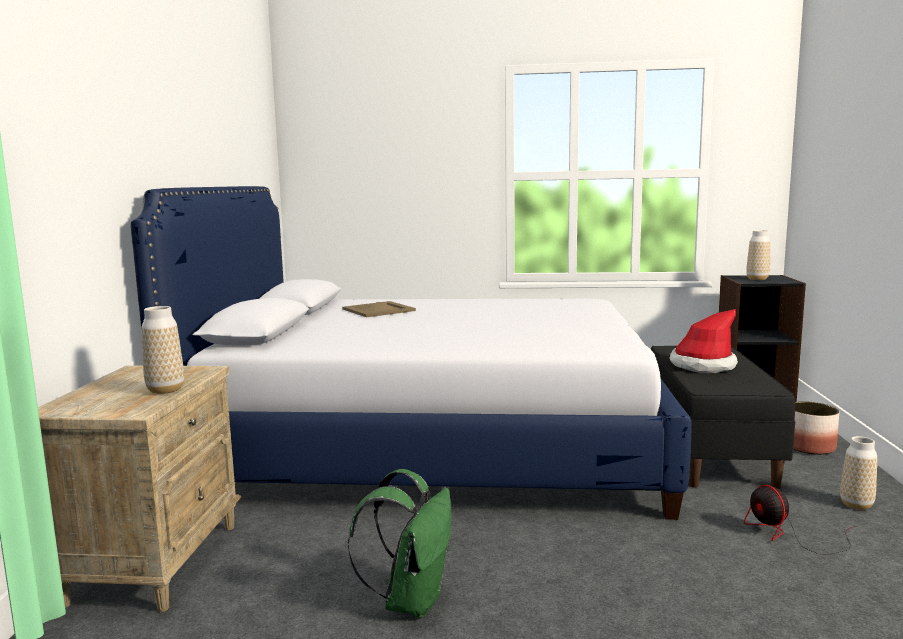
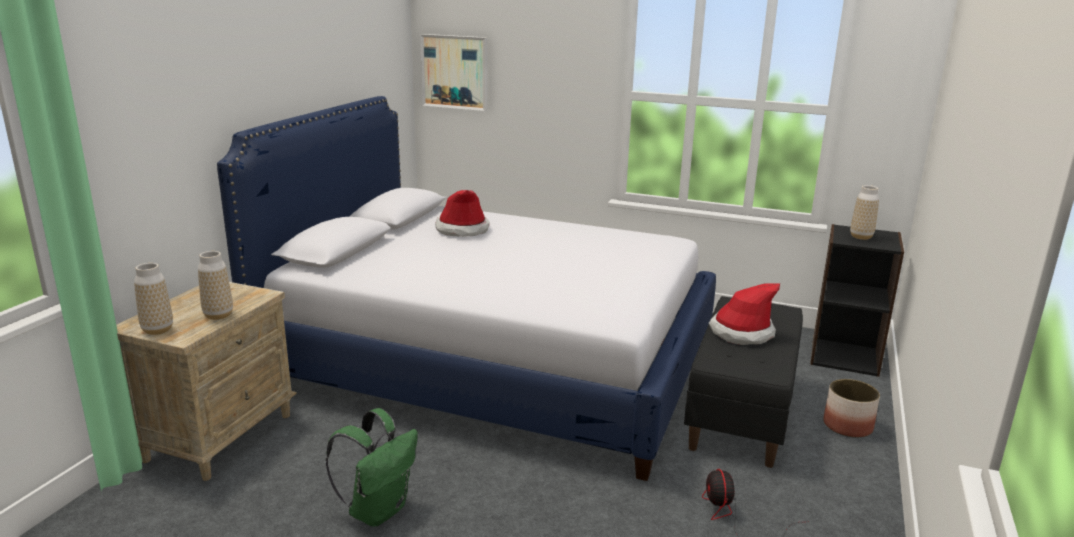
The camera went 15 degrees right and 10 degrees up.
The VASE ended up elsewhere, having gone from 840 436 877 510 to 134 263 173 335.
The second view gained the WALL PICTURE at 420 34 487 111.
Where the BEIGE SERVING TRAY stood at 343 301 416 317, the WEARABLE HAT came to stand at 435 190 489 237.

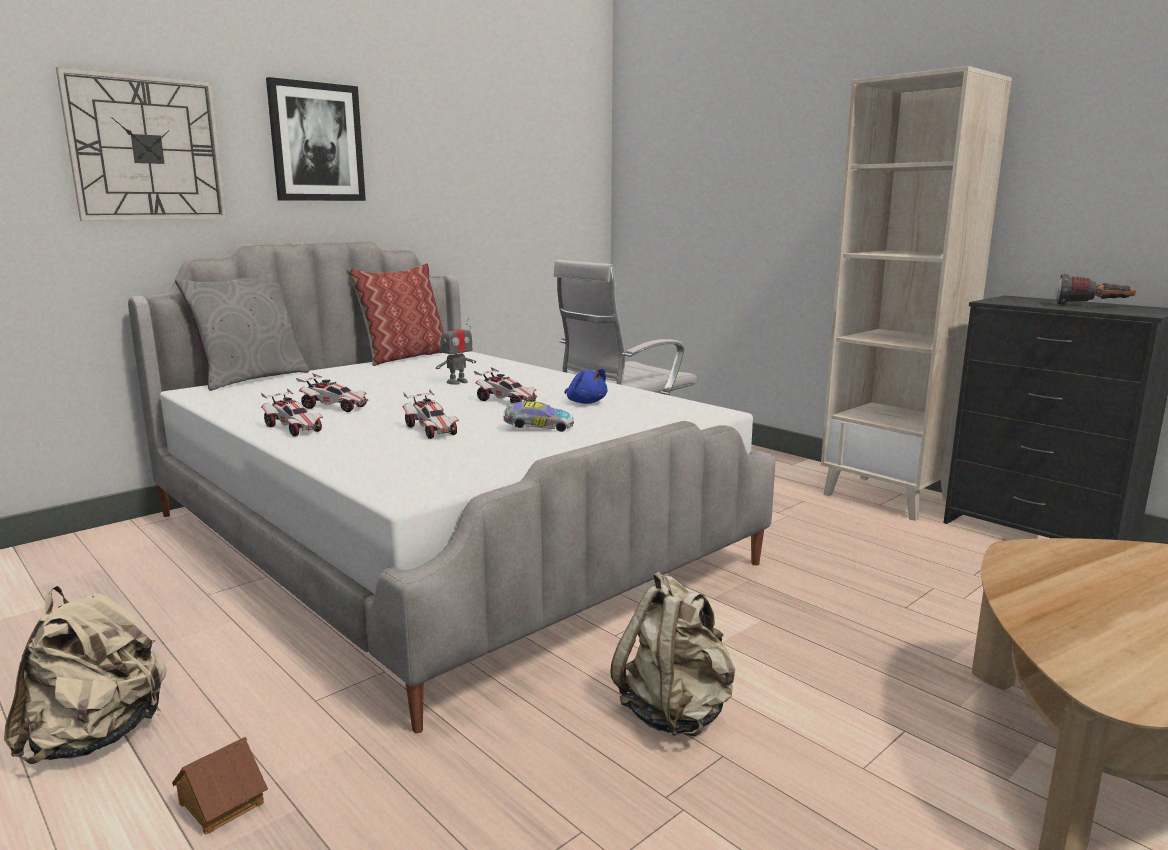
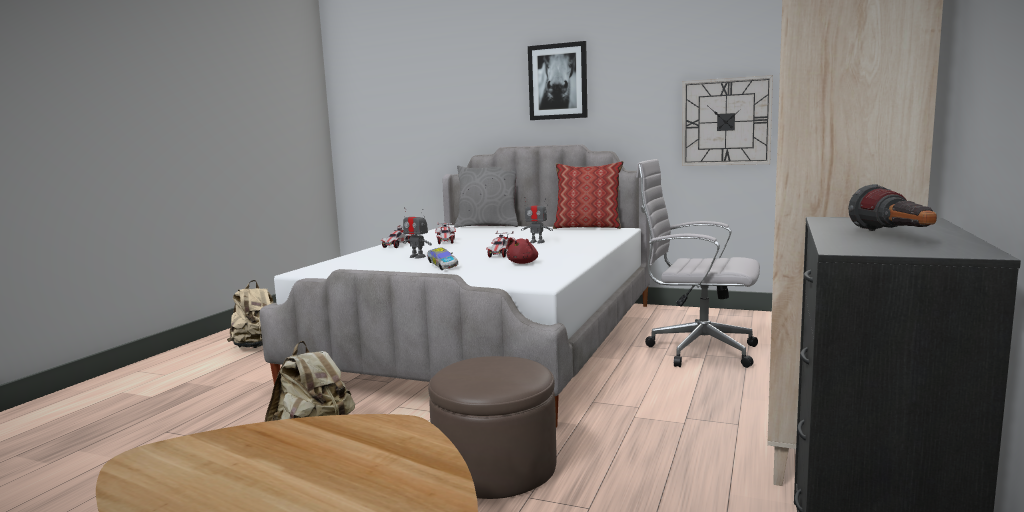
The camera went 65 degrees right and 5 degrees down.
Where the MINIATURE CAR stood at 402 389 459 439, the ROBOT FIGURE came to stand at 403 207 432 258.
The second view gained the BROWNISH FOOTREST at 428 356 557 499.
What was the BLUE-COLOURED PLUSH TOY at 565 368 608 404 turned into the RED PLUSH TOY at 507 237 538 264.
The CLOCK ON THE WALL ended up elsewhere, having gone from 56 67 227 221 to 682 75 773 166.
The second view lost the MINIATURE HOUSE at 172 737 268 835.

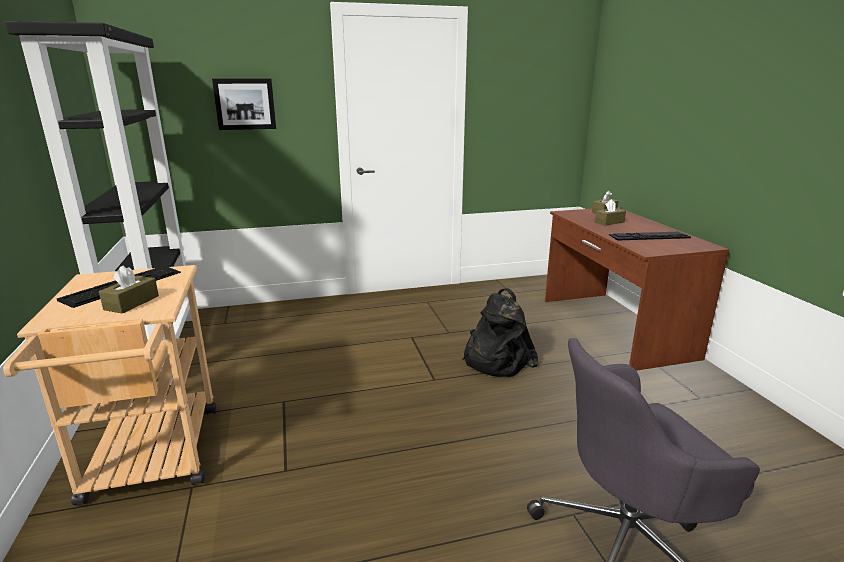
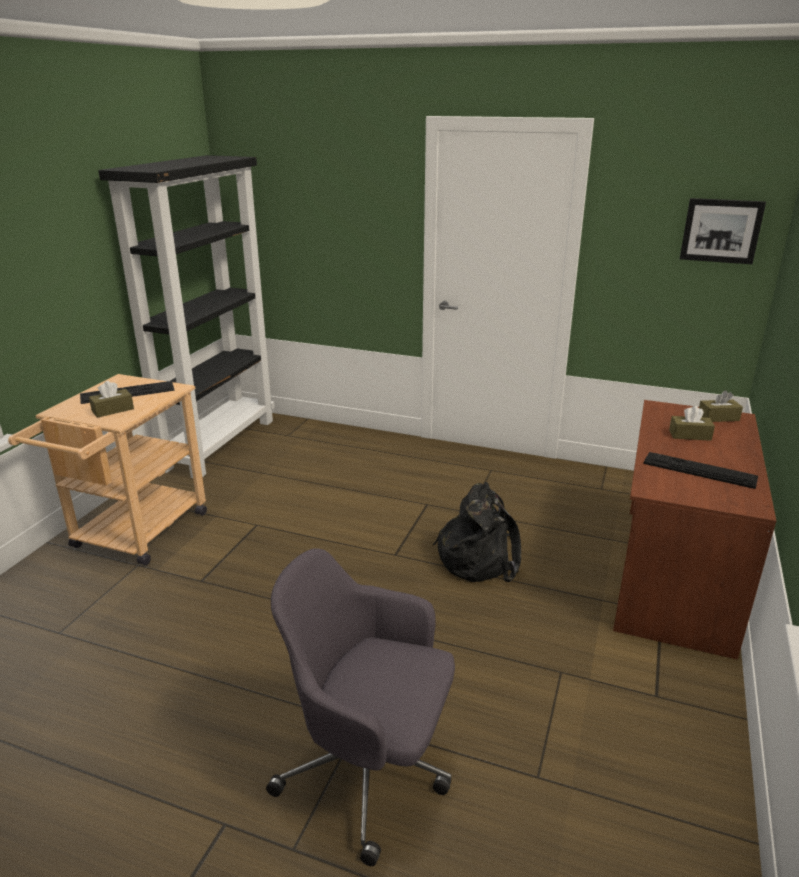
The camera went 35 degrees right and 5 degrees up.
The WALL PICTURE ended up elsewhere, having gone from 212 78 276 130 to 680 198 766 264.

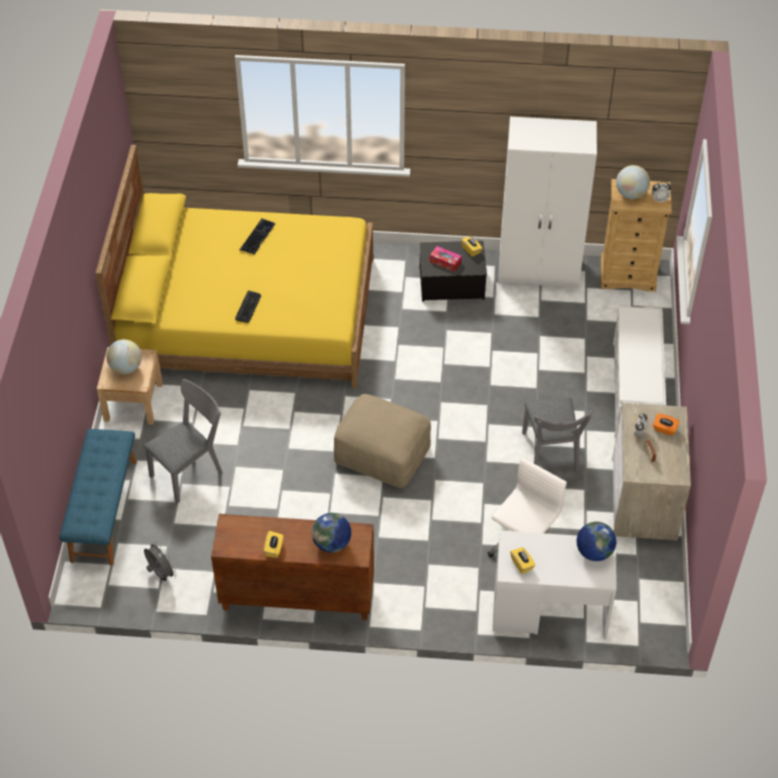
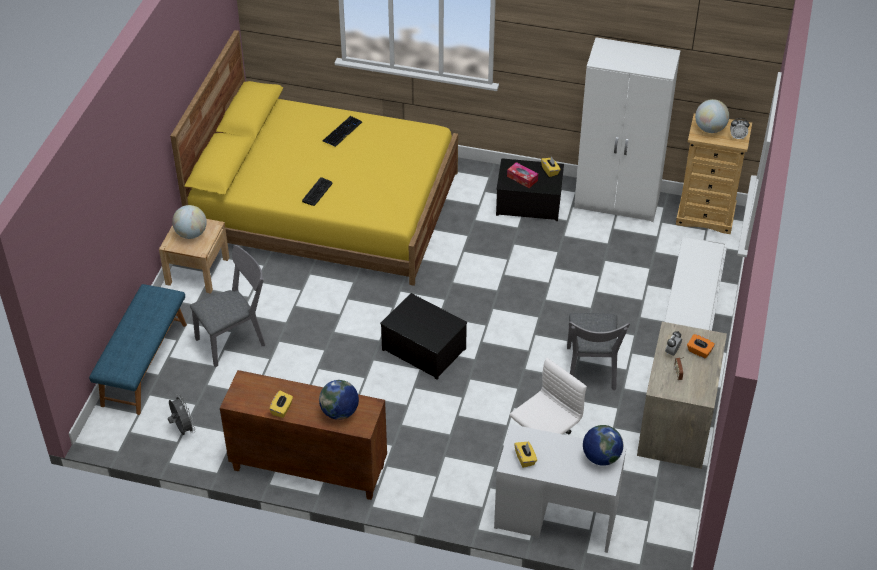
The camera went 10 degrees right and 5 degrees down.
Where the BEIGE FOOTREST stood at 334 394 431 488, the STORAGE BOX came to stand at 380 293 468 380.

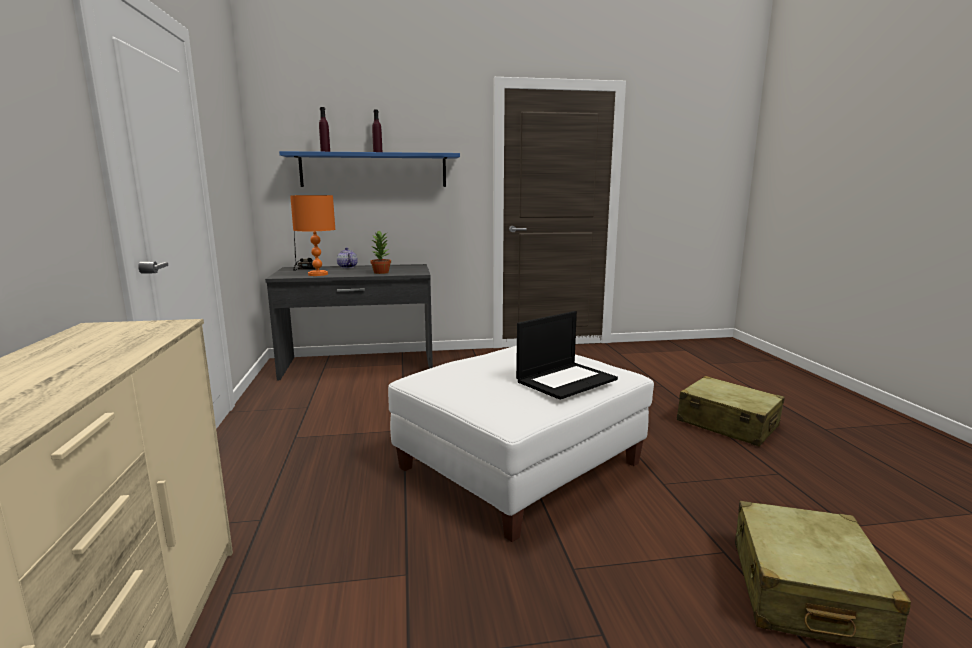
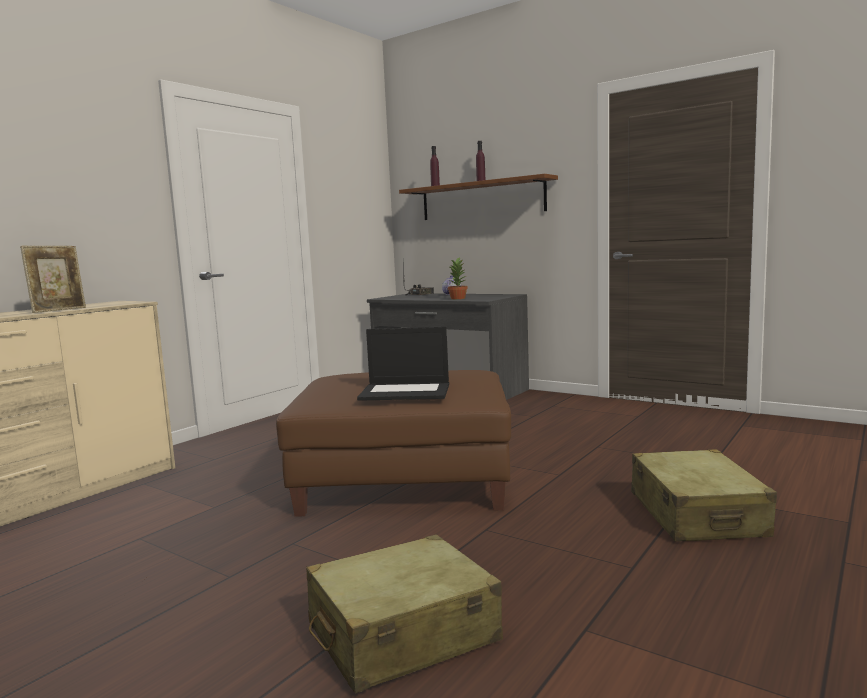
The camera went 45 degrees right and 5 degrees down.
The second view gained the STANDING FRAME at 20 246 86 313.
What was the WHITE-COLOURED FOOTREST at 388 346 654 542 turned into the BROWNISH FOOTREST at 276 370 511 517.
What was the BLUE-COLOURED BRACKET SHELF at 279 151 460 187 turned into the BROWNISH BRACKET SHELF at 399 174 558 220.
The second view lost the ORANGE LAMP FOR A TABLE at 290 195 335 276.

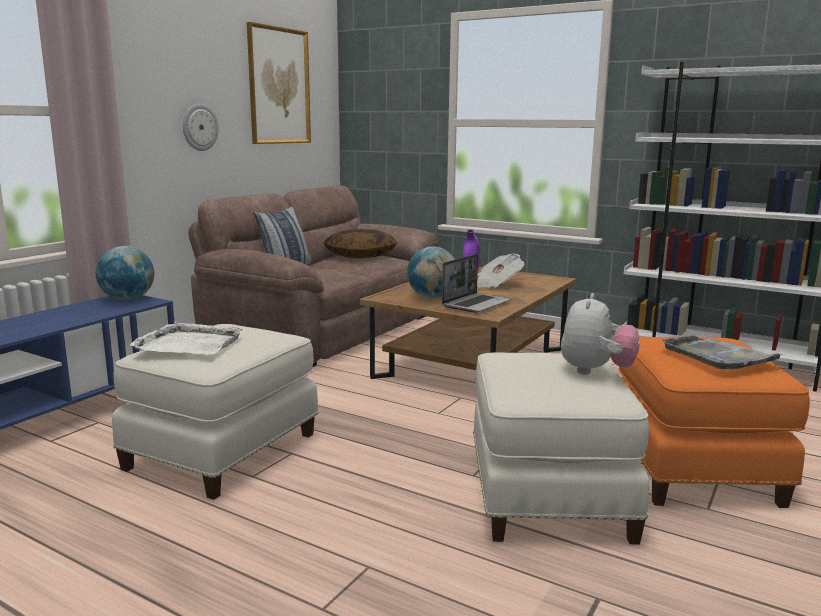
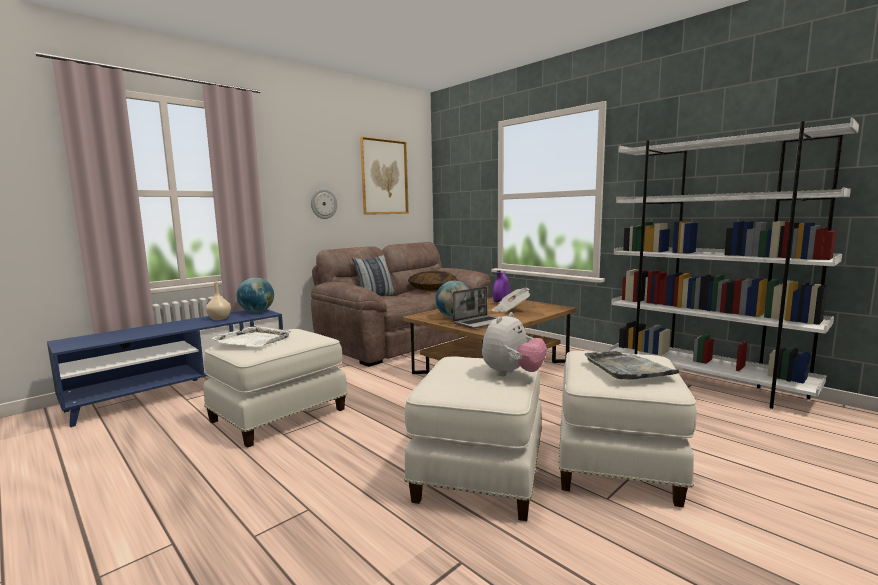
The camera went 15 degrees right and 5 degrees down.
The second view gained the BEIGE VASE at 206 282 231 320.
What was the ORANGE FOOTREST at 618 337 810 508 turned into the WHITE-COLOURED FOOTREST at 559 351 697 507.

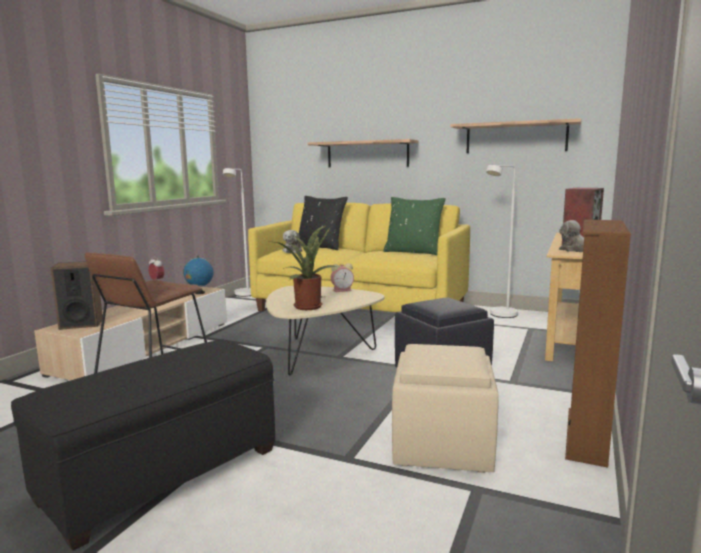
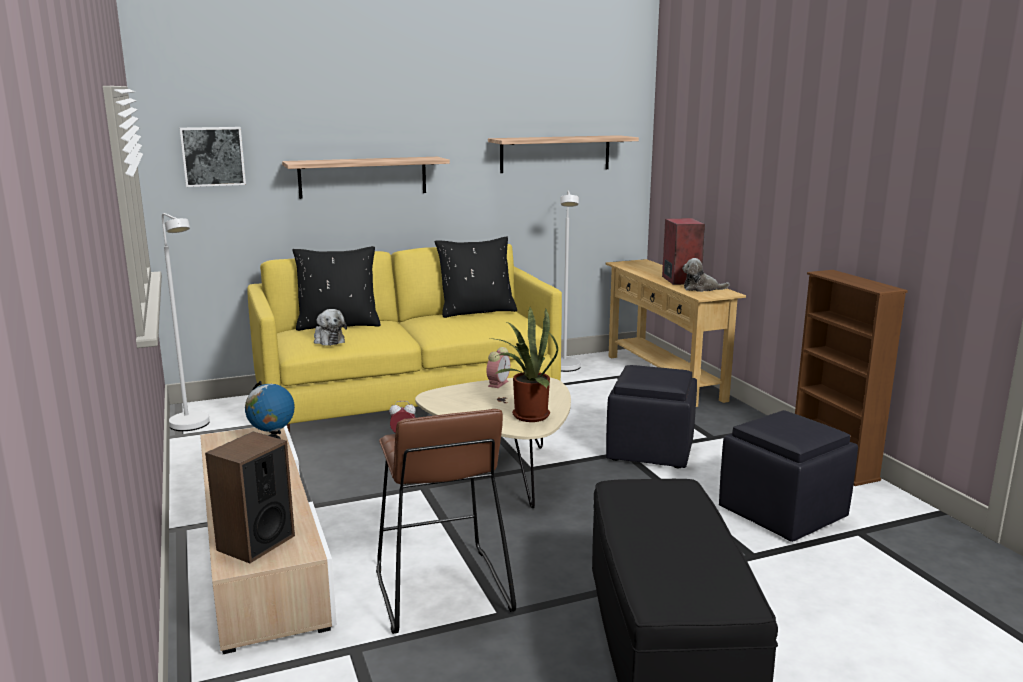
The camera went 45 degrees left and 5 degrees up.
The second view gained the WALL PICTURE at 180 127 246 187.
What was the GREEN CUSHION at 383 197 446 255 turned into the BLACK-COLOURED CUSHION at 435 236 517 318.
What was the BEIGE FOOTREST at 392 344 499 473 turned into the BLACK-COLOURED FOOTREST at 719 410 858 542.

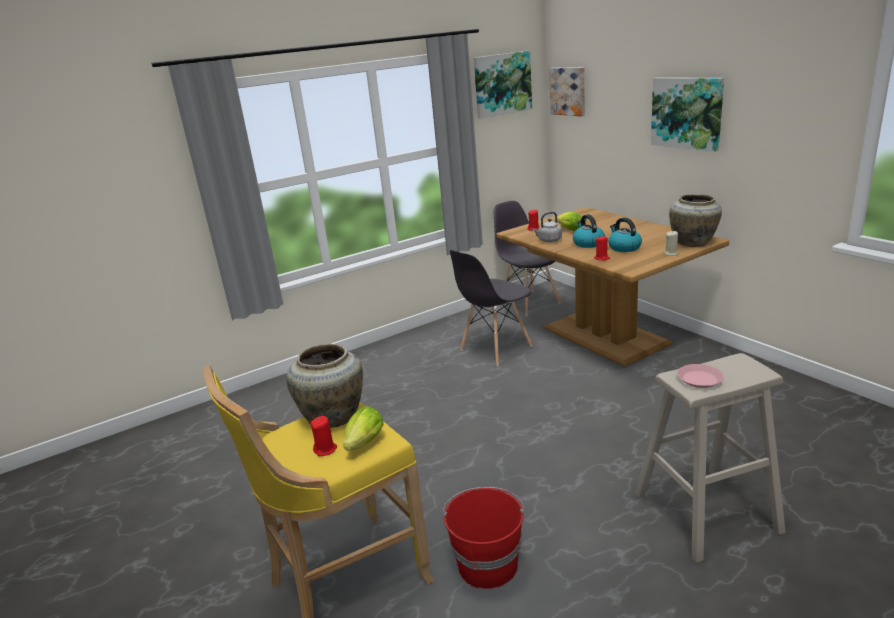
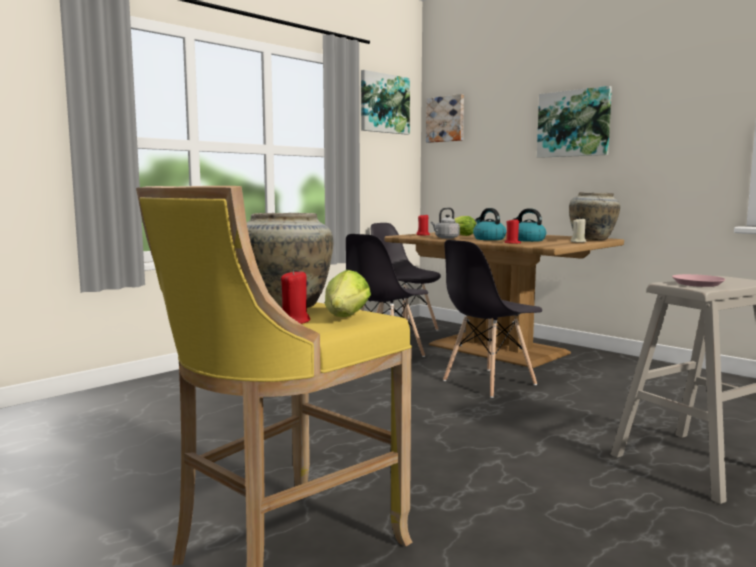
The camera went 15 degrees left and 15 degrees down.
The second view gained the GREY PLAIN CHAIR at 443 240 542 398.
The second view lost the RED WATER BUCKET at 443 487 524 589.

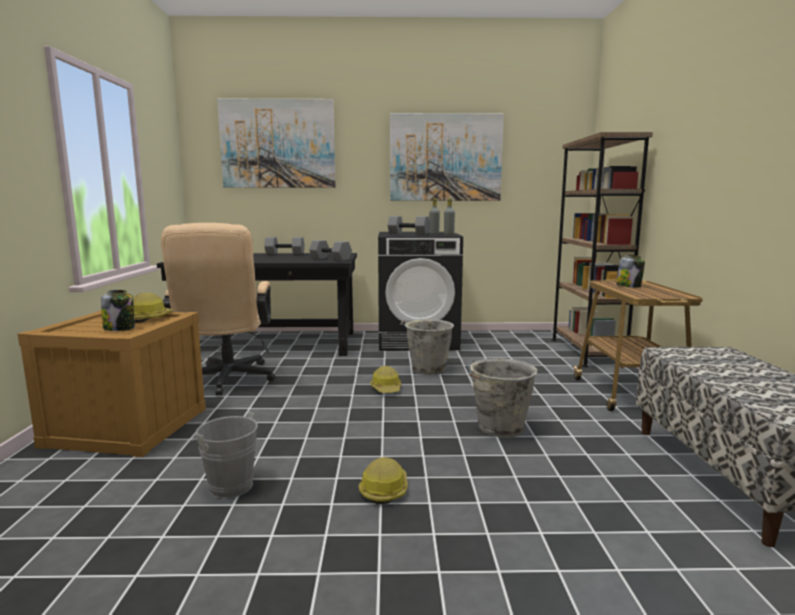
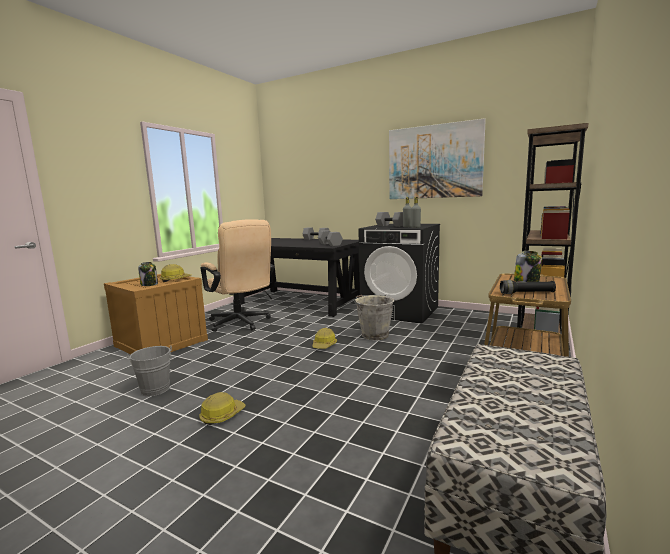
The camera went 30 degrees right and 0 degrees up.
The BEIGE OFFICE CHAIR at 161 223 275 396 ended up facing another way, 60 degrees counterclockwise from before.
The second view gained the BLACK-COLOURED HAND TORCH at 500 280 556 294.
The second view lost the WALL PICTURE at 217 99 335 188.
The second view lost the GREY WATER BUCKET at 468 358 538 438.

